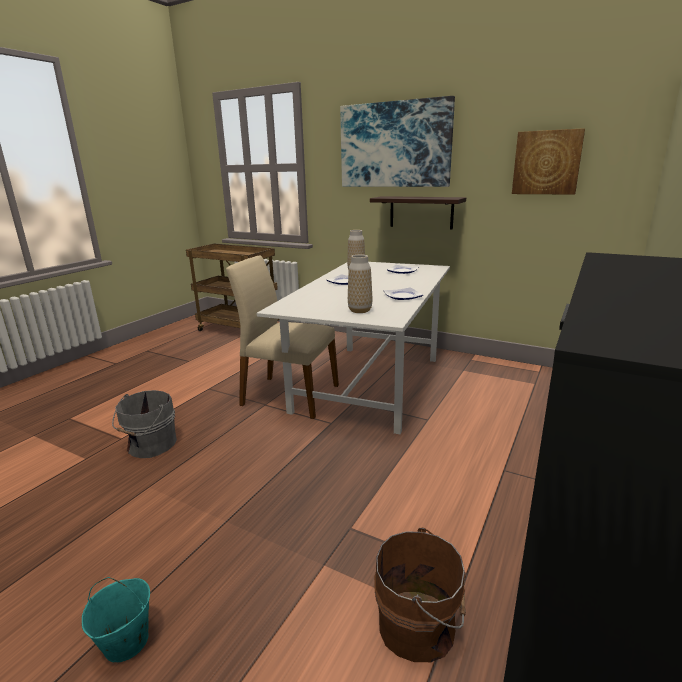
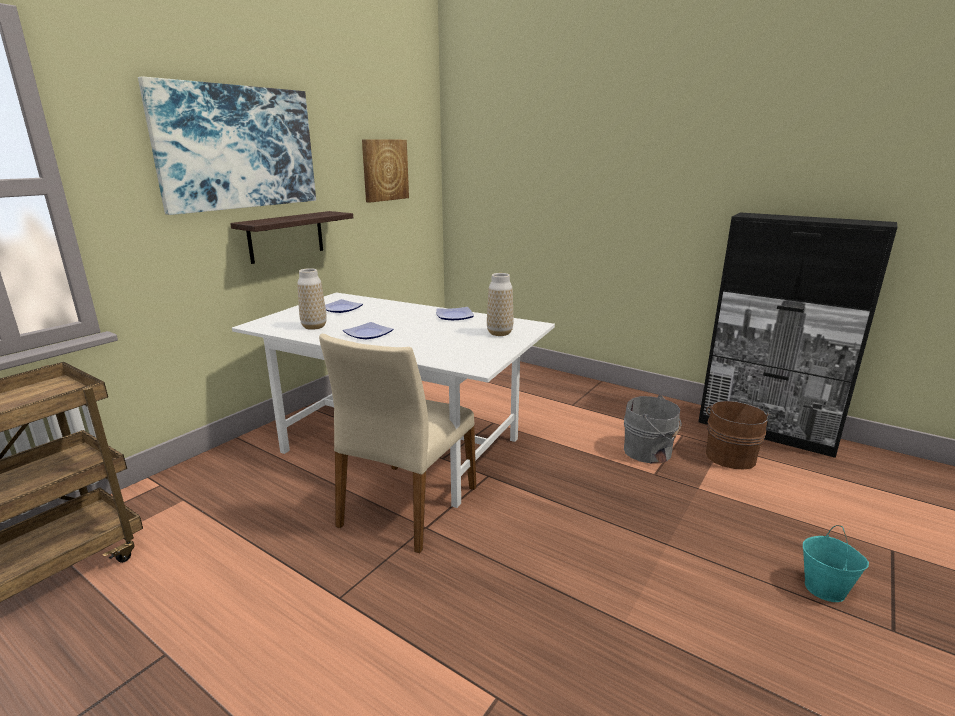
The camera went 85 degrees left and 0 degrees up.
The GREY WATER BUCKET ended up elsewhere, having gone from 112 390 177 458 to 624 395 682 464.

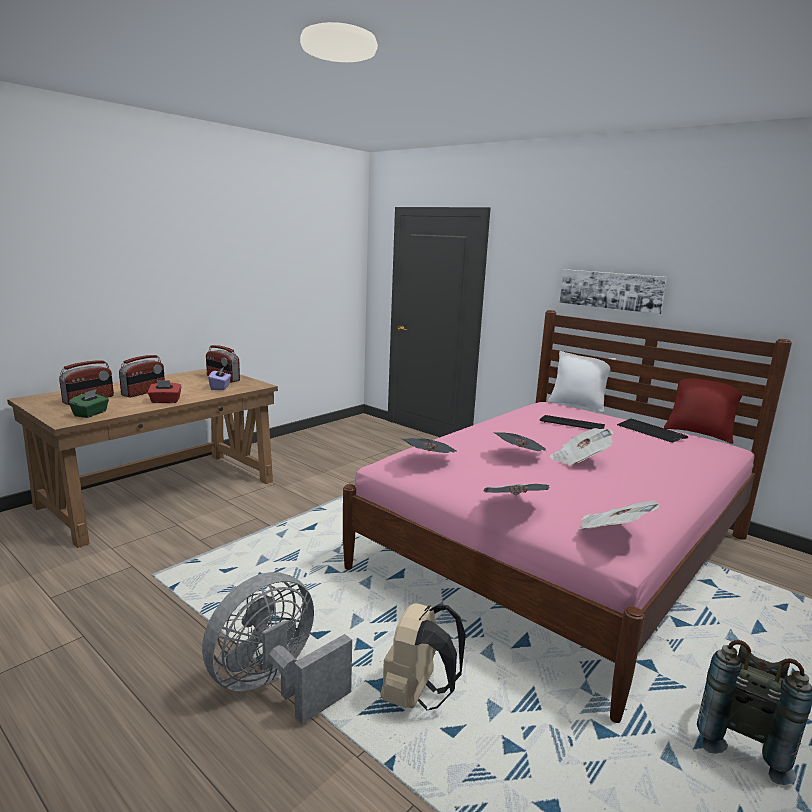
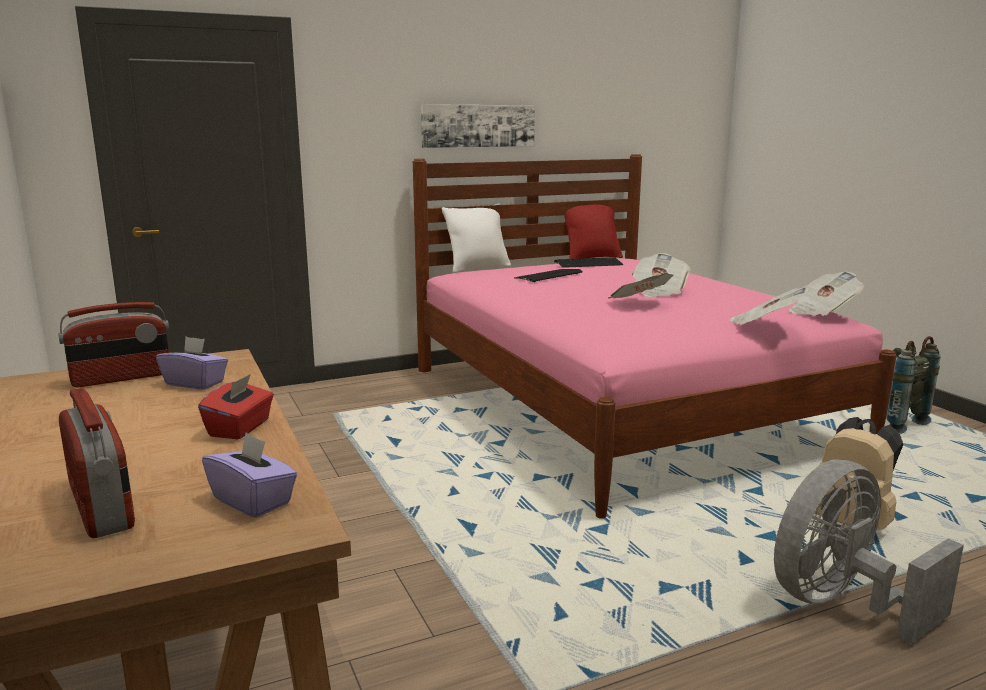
The camera went 65 degrees left and 0 degrees up.
What was the GREEN TISSUE HOLDER at 69 389 109 418 turned into the PURPLE-COLOURED TISSUE HOLDER at 202 433 297 518.
The GREY ELECTRIC FAN at 202 572 352 724 ended up facing another way, 75 degrees clockwise from before.
The second view lost the RADIO RECEIVER at 119 355 165 397.
The second view lost the PRINTED PAPER at 402 438 456 453.

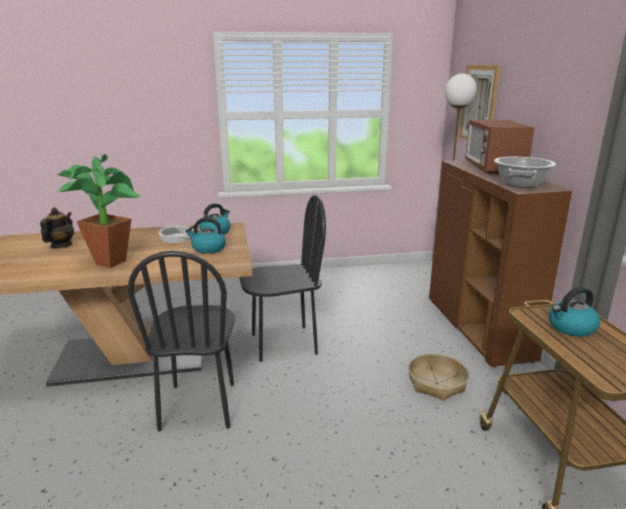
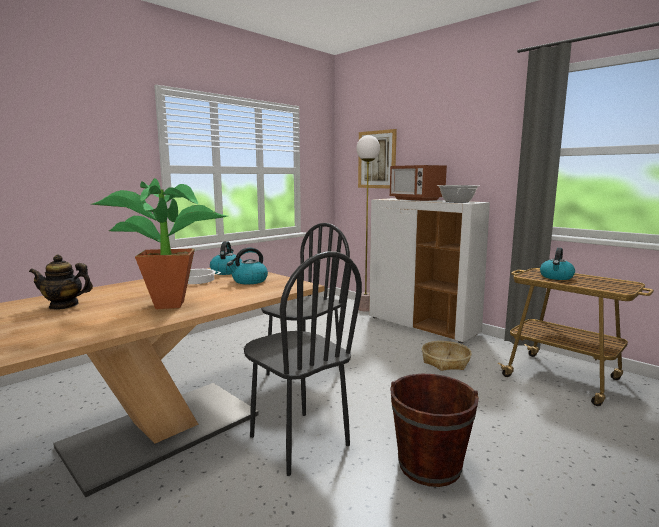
The camera went 35 degrees left and 10 degrees down.
The TEAPOT at 40 207 74 249 ended up facing another way, 75 degrees counterclockwise from before.
What was the BROWNISH CUPBOARD at 429 160 572 368 turned into the WHITE-COLOURED CUPBOARD at 369 198 490 343.
The second view gained the BROWNISH WATER BUCKET at 390 374 479 487.

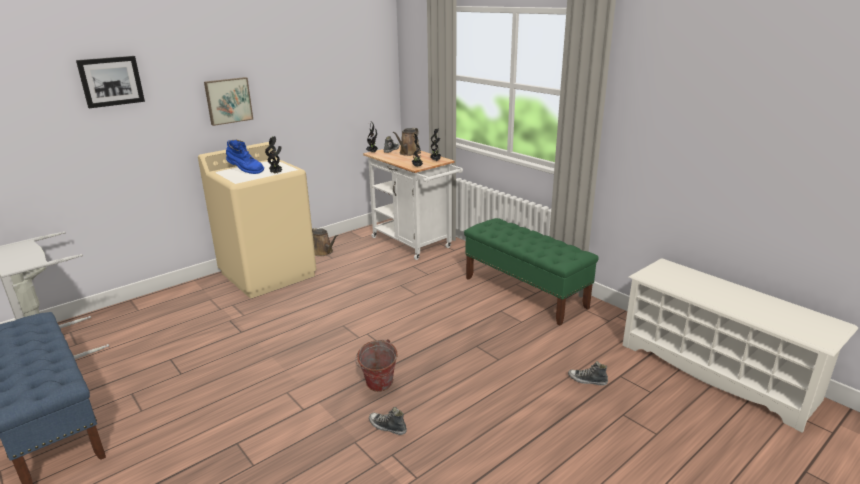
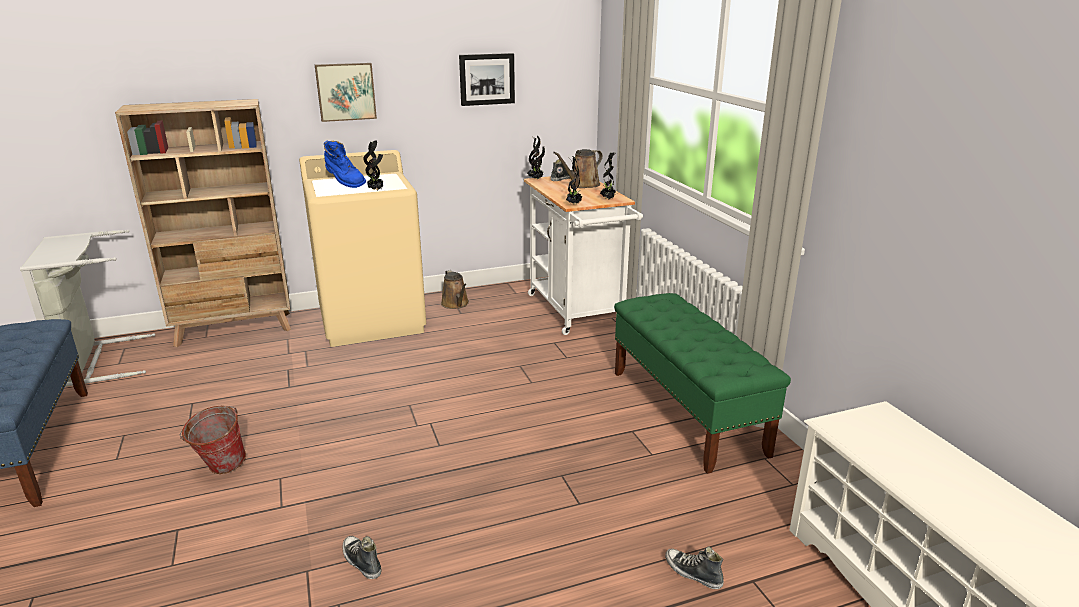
The camera went 20 degrees right and 0 degrees up.
The second view gained the BEIGE BOOKSHELF at 115 99 291 347.
The WATER BUCKET ended up elsewhere, having gone from 355 339 398 392 to 180 406 246 474.
The WALL PICTURE ended up elsewhere, having gone from 76 56 145 108 to 459 53 515 106.

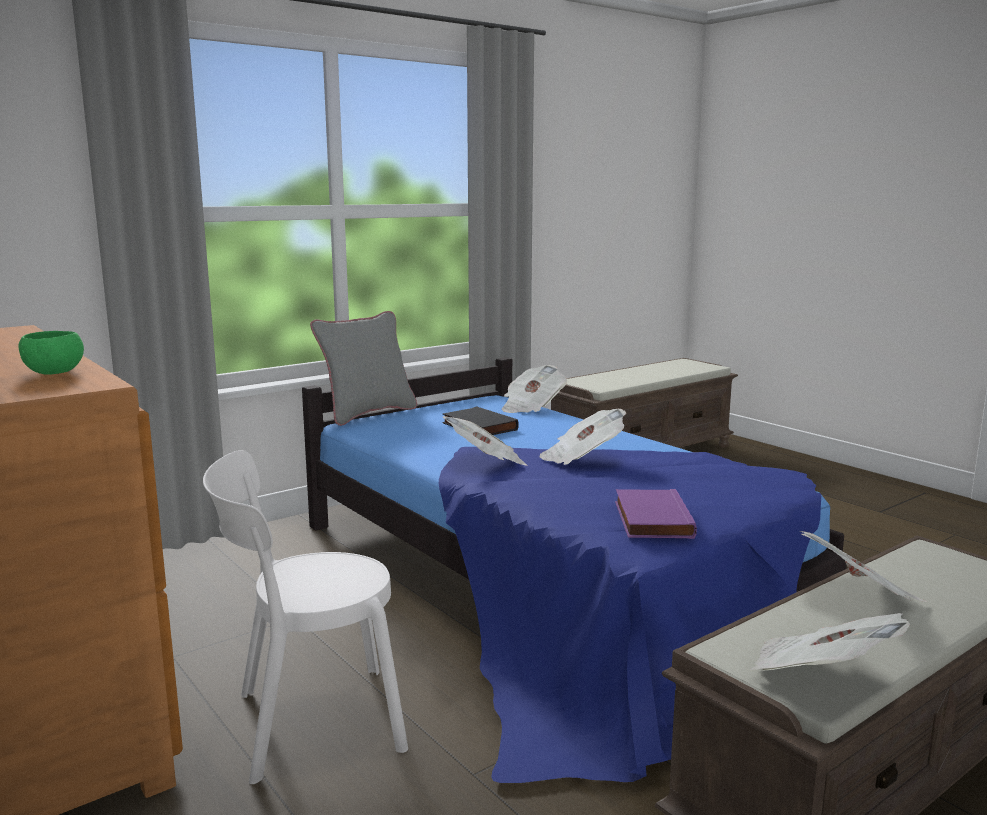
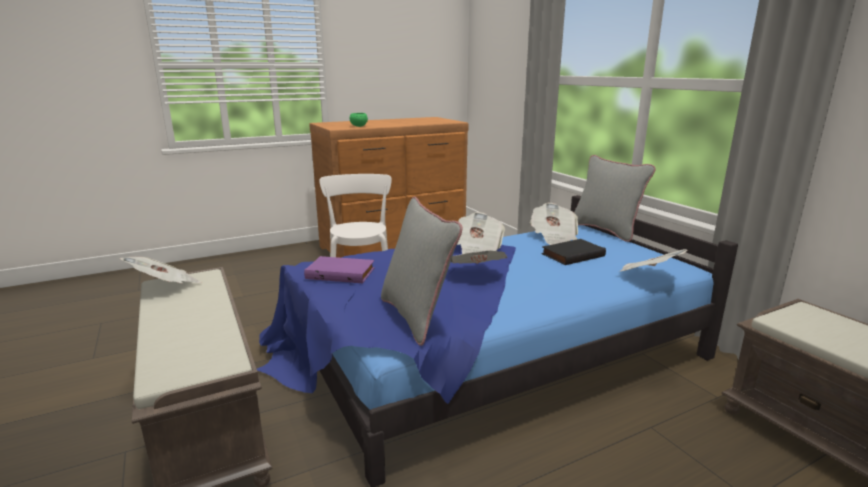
The camera went 100 degrees right and 5 degrees up.
The second view gained the GREY CUSHION at 381 196 462 346.
The PRINTED PAPER ended up elsewhere, having gone from 800 531 927 602 to 530 203 578 245.

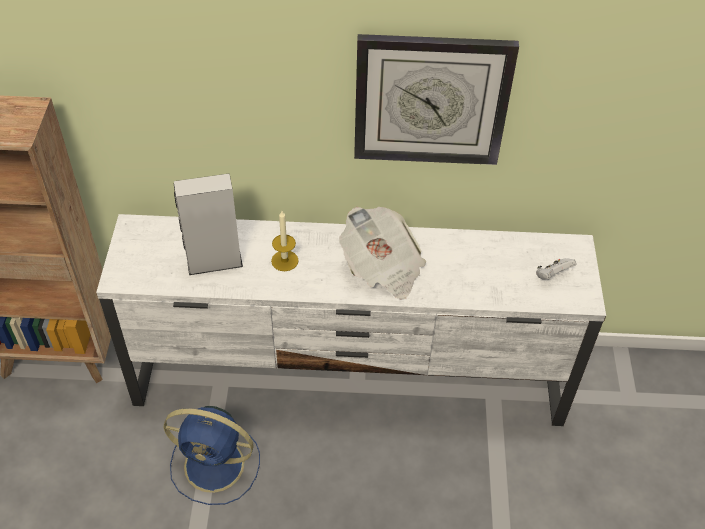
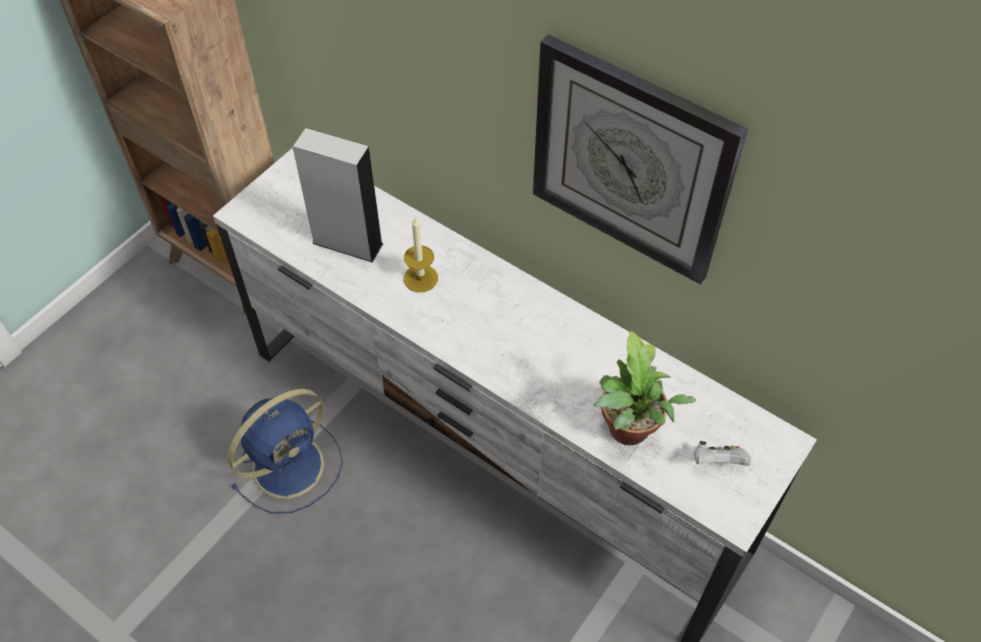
The camera went 35 degrees right and 5 degrees up.
The BLUE-COLOURED ELECTRIC FAN at 164 406 260 505 ended up facing another way, 90 degrees counterclockwise from before.
The second view gained the POTTED PLANT at 594 330 696 445.
The second view lost the PRINTED PAPER at 339 207 426 300.

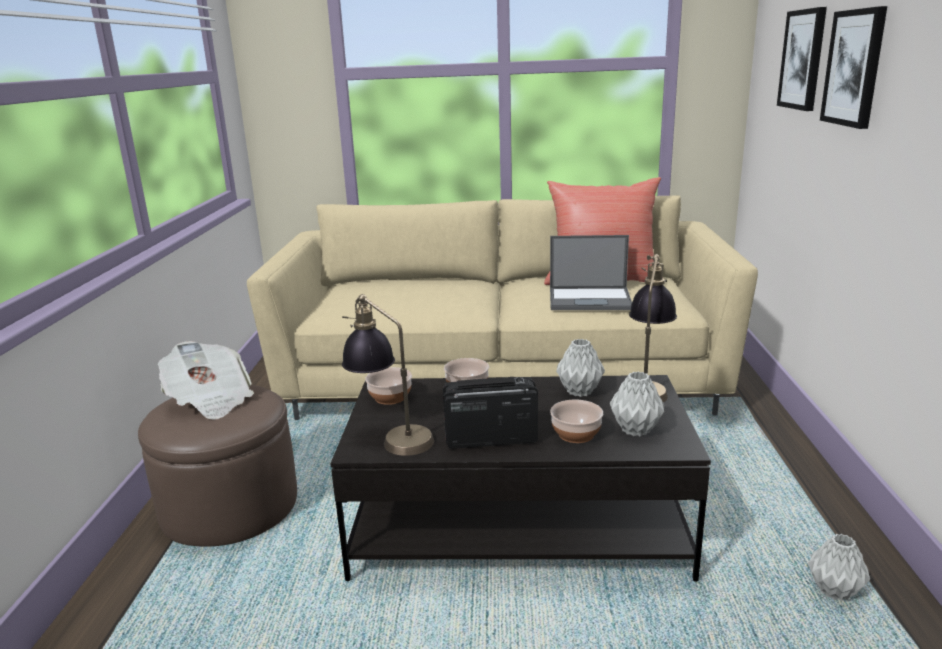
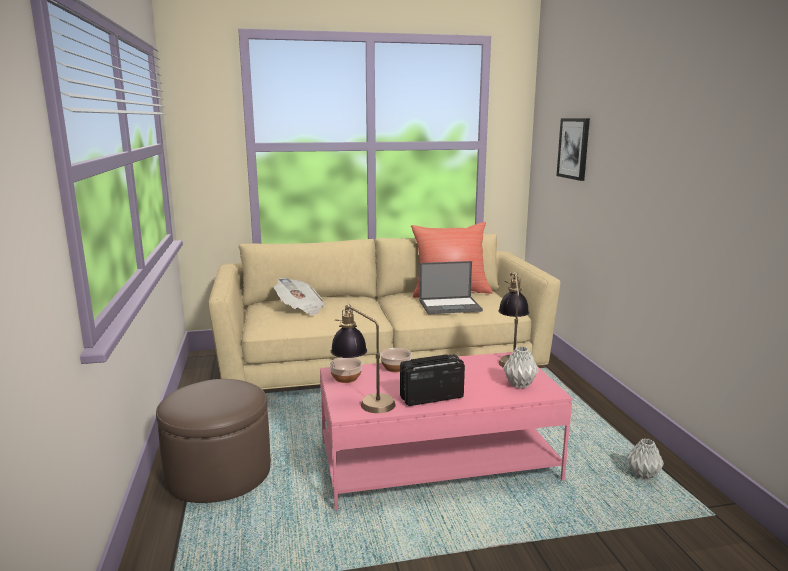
The camera went 15 degrees left and 5 degrees down.
The PRINTED PAPER ended up elsewhere, having gone from 158 341 254 420 to 274 278 326 316.
What was the BLACK-COLOURED LOW TABLE at 330 375 711 582 turned into the PINK-COLOURED LOW TABLE at 320 352 573 510.
The second view lost the DEEP DISH at 550 399 603 443.
The second view lost the GREY VASE at 556 339 605 397.
The second view lost the WALL PICTURE at 820 6 887 129.

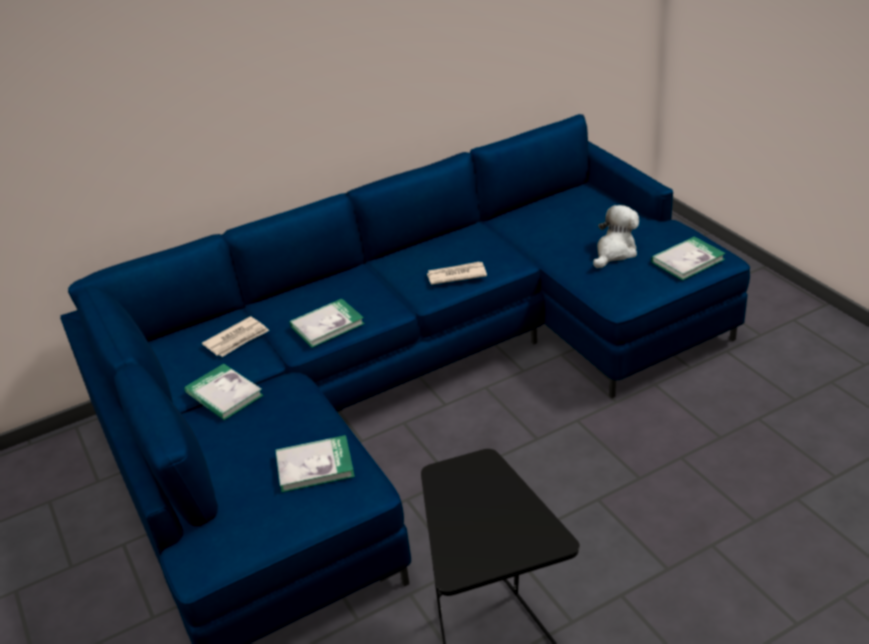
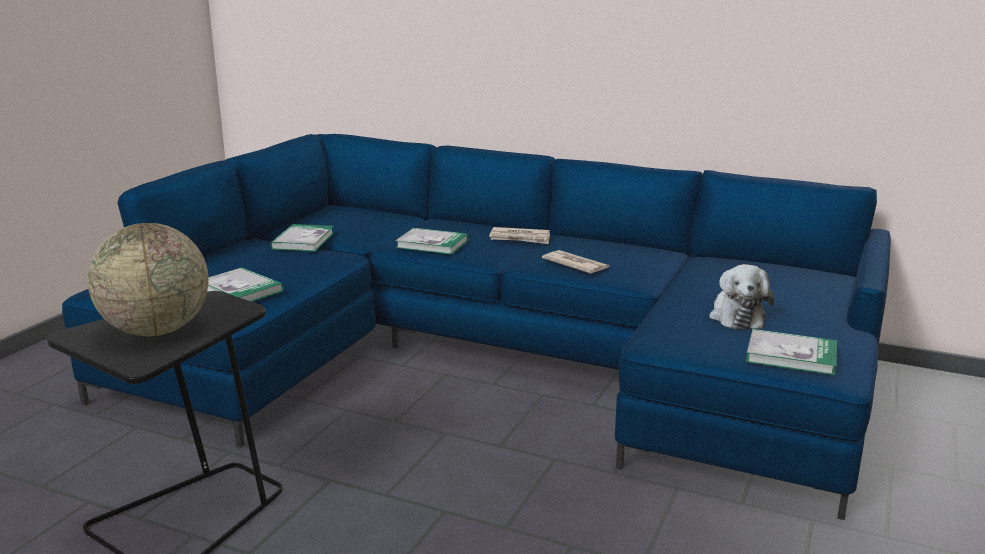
The camera went 50 degrees right and 15 degrees down.
The second view gained the DESK GLOBE at 88 223 209 336.
The PRINTED PAPER ended up elsewhere, having gone from 202 316 269 357 to 489 227 550 244.
The PLUSH TOY at 593 205 639 268 ended up facing another way, 90 degrees clockwise from before.

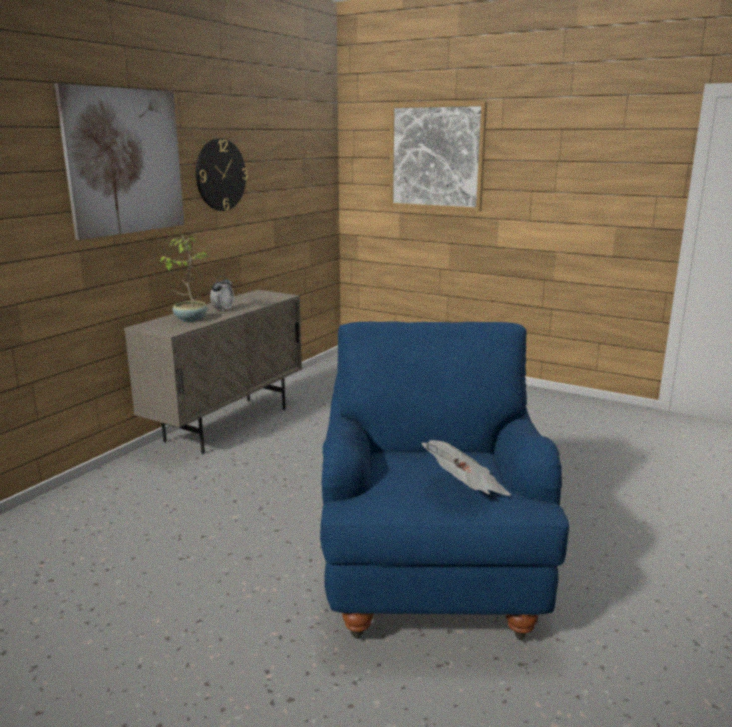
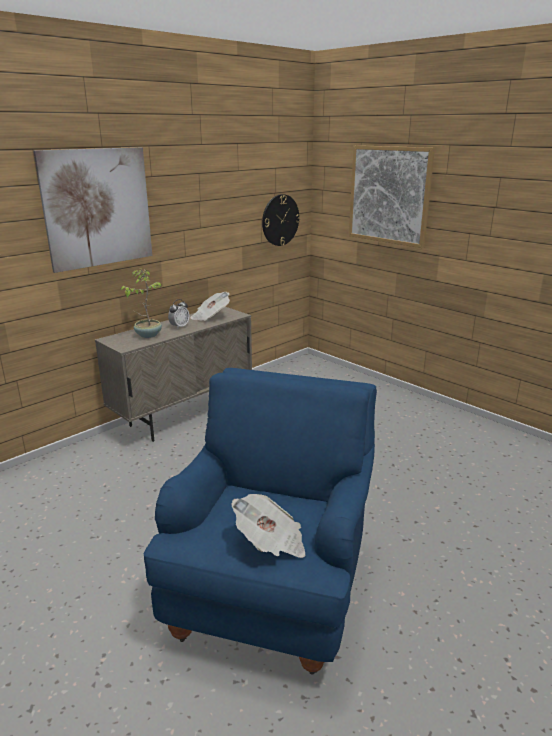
The camera went 15 degrees right and 5 degrees up.
The second view gained the PRINTED PAPER at 190 292 230 321.
The CLOCK ON THE WALL ended up elsewhere, having gone from 196 138 248 211 to 262 194 300 246.

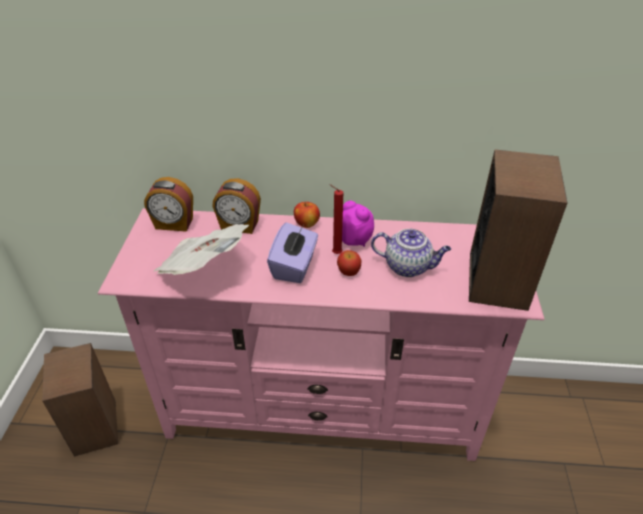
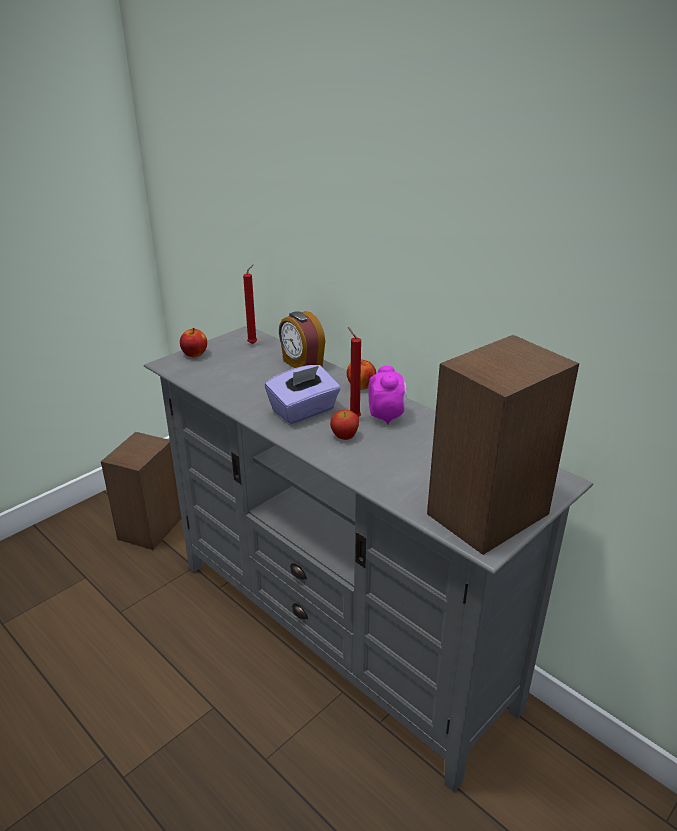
The camera went 40 degrees right and 10 degrees down.
What was the PINK-COLOURED TV UNIT at 98 208 545 461 turned into the GREY TV UNIT at 144 326 593 792.
The second view gained the APPLE FRUIT at 180 328 207 357.
Where the TABLE CLOCK stood at 144 177 193 232, the RED WAX CANDLE came to stand at 243 264 257 344.
The second view lost the PRINTED PAPER at 154 224 249 275.
The second view lost the TEAPOT at 371 229 451 277.

